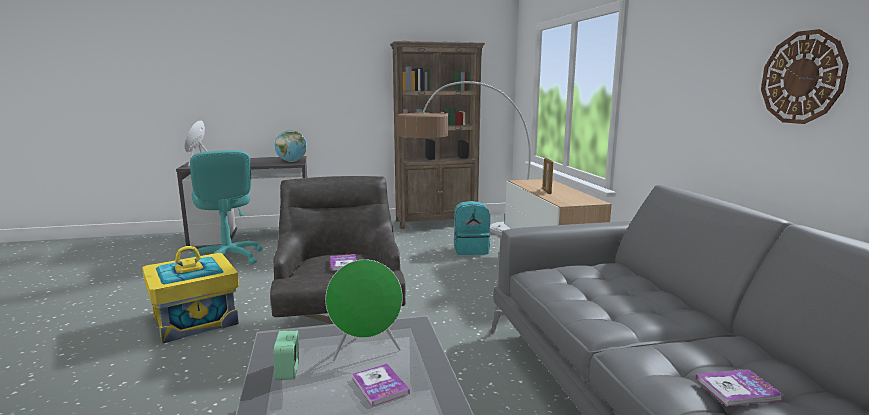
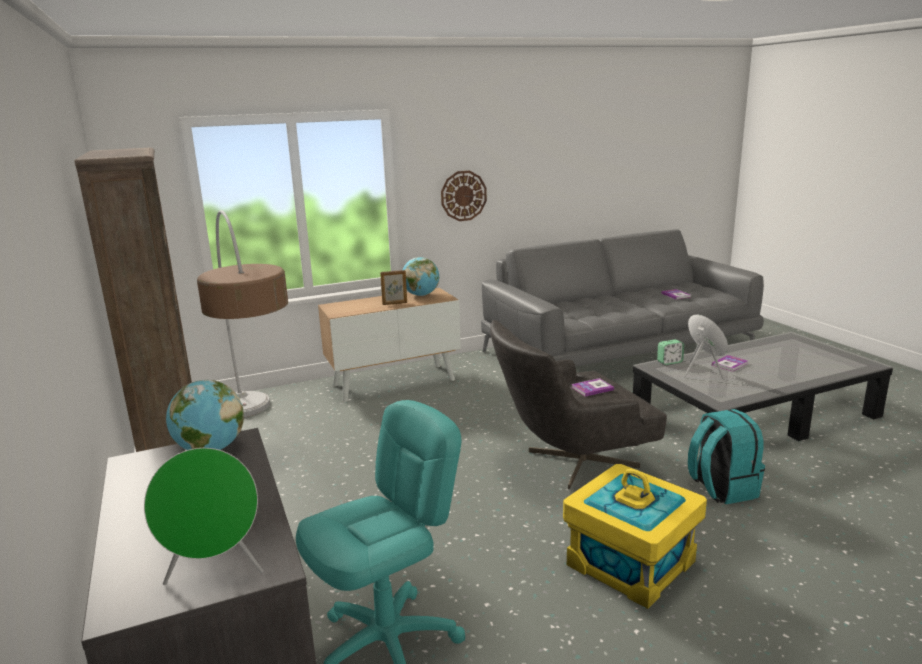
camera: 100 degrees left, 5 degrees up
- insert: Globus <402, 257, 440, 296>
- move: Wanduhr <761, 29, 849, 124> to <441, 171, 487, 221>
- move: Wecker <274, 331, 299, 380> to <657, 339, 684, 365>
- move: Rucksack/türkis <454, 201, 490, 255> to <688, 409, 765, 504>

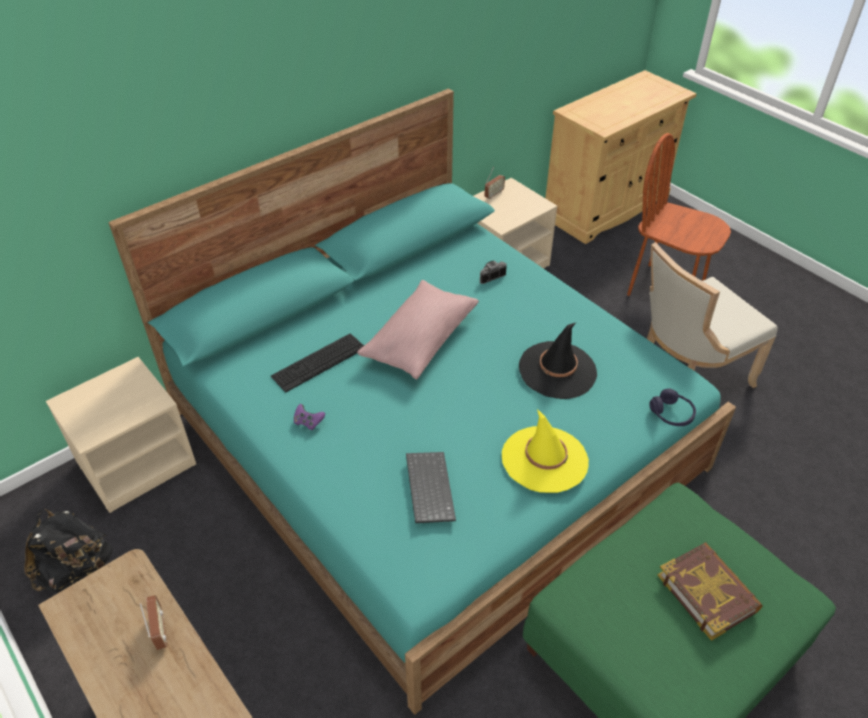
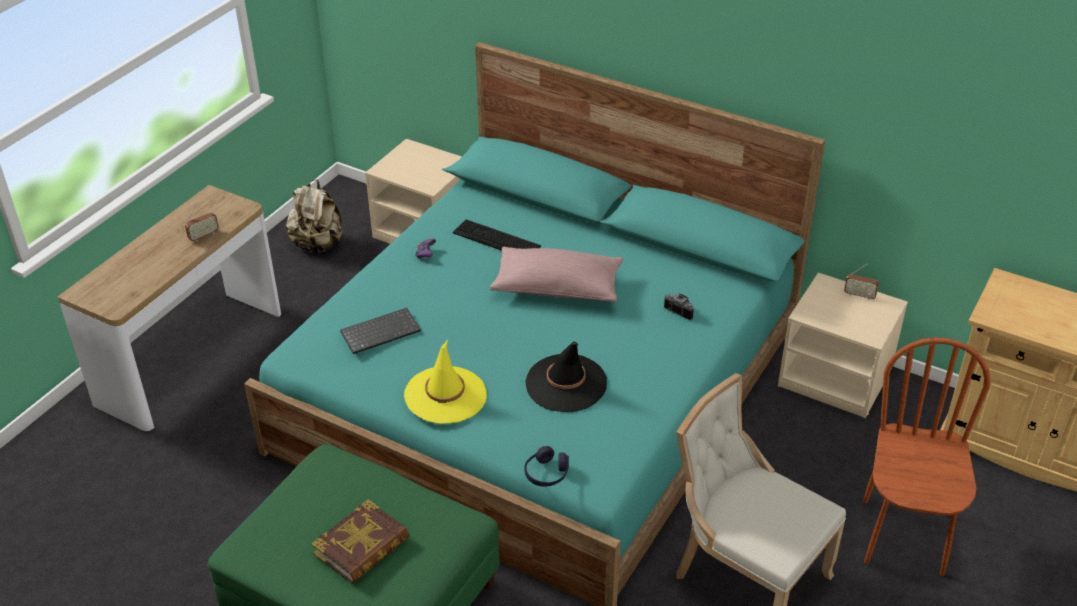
camera: 70 degrees right, 5 degrees down
- recolor: Rucksack/schwarz <24, 508, 113, 594> to Rucksack/beige <286, 179, 343, 255>

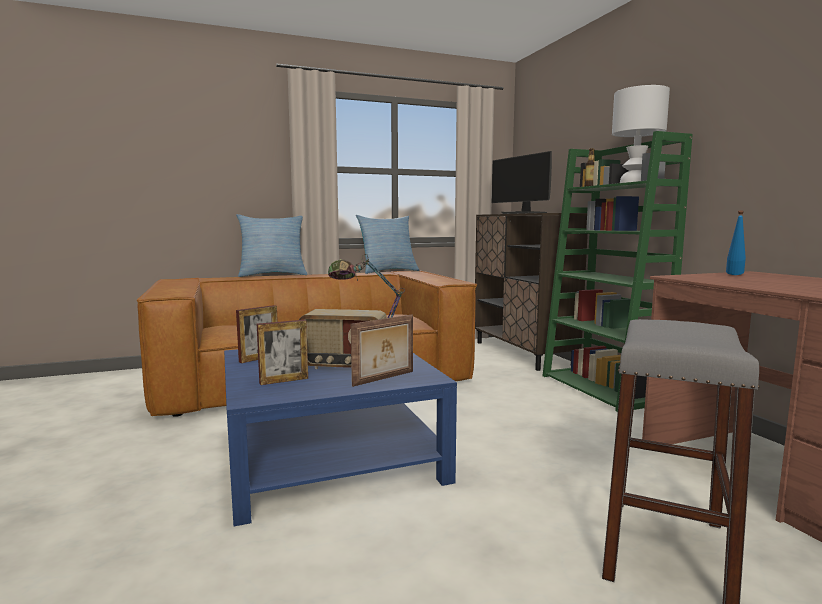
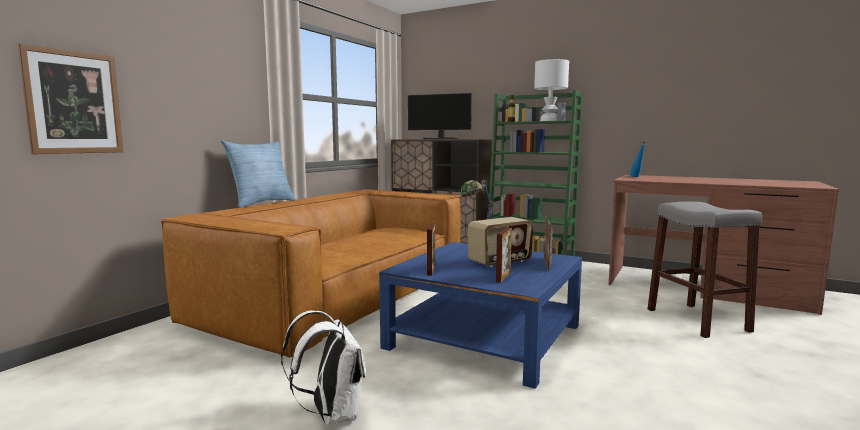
camera: 40 degrees left, 0 degrees up
- insert: Bild <17, 43, 124, 154>
- insert: Rucksack/weiß <281, 310, 366, 426>
- delete: Kissen <356, 215, 419, 274>

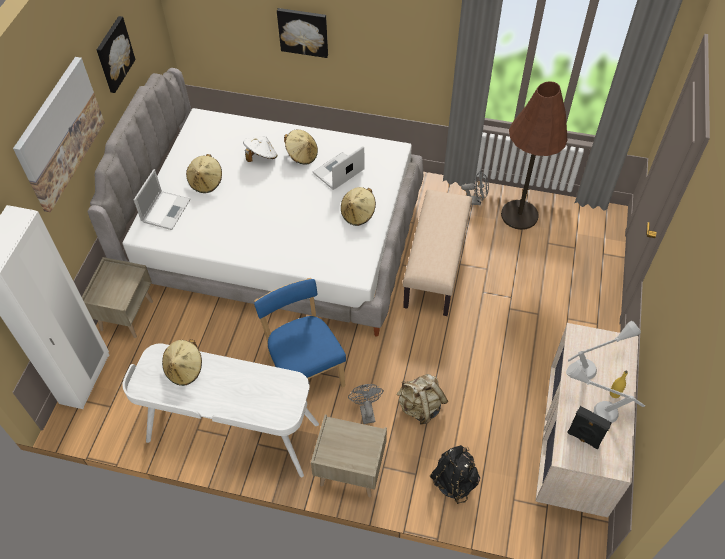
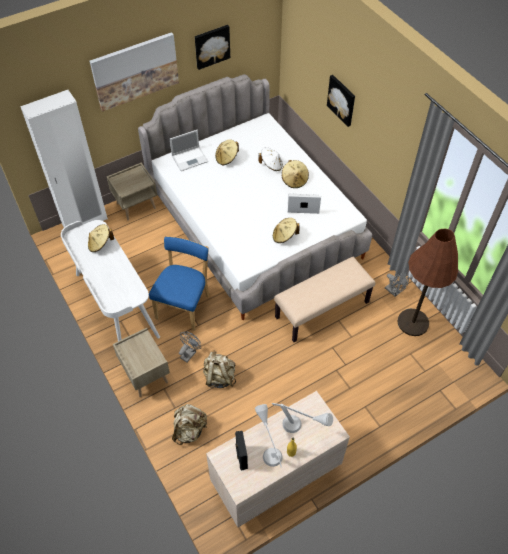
camera: 45 degrees right, 0 degrees up
- recolor: Rucksack/schwarz <430, 445, 480, 504> to Rucksack/beige <172, 404, 207, 445>

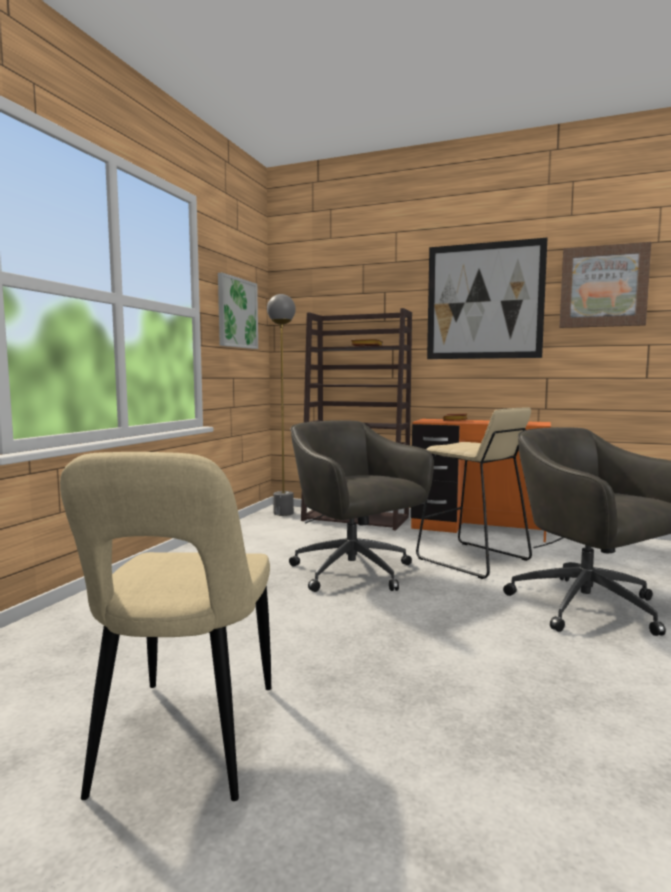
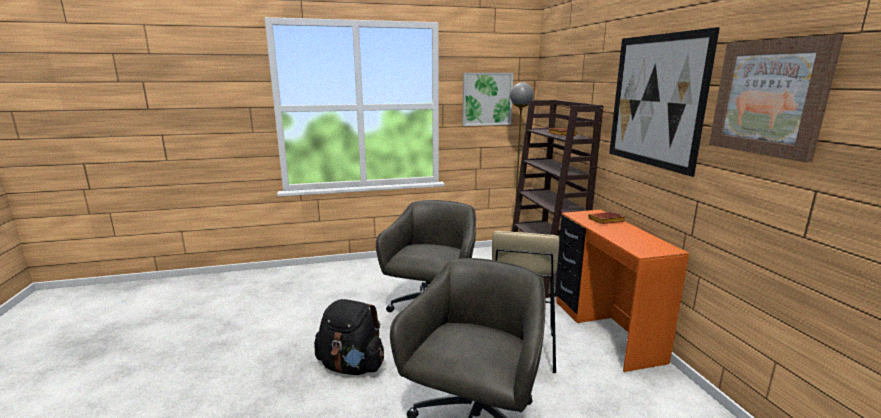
camera: 55 degrees right, 10 degrees up
- insert: Rucksack/schwarz <314, 299, 384, 375>
- delete: Stuhl/beige <60, 452, 271, 801>

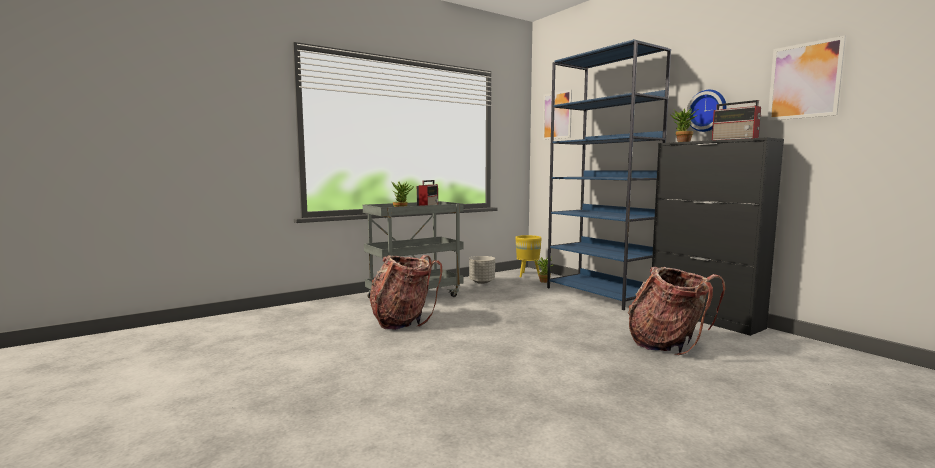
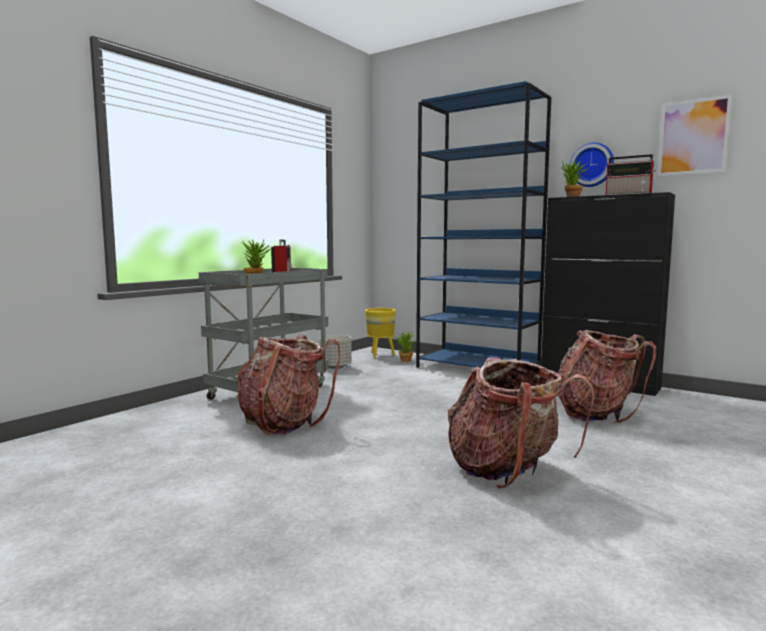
camera: 20 degrees left, 0 degrees up
- insert: Rucksack <448, 357, 594, 488>
- delete: Bild <543, 90, 572, 140>

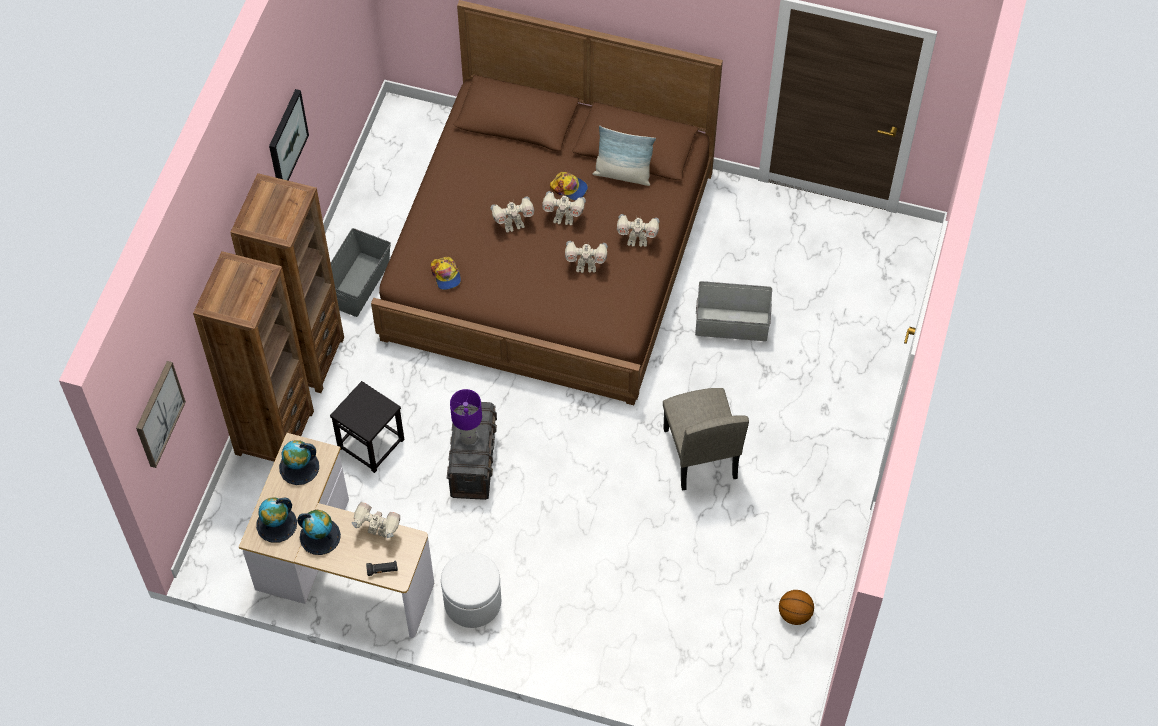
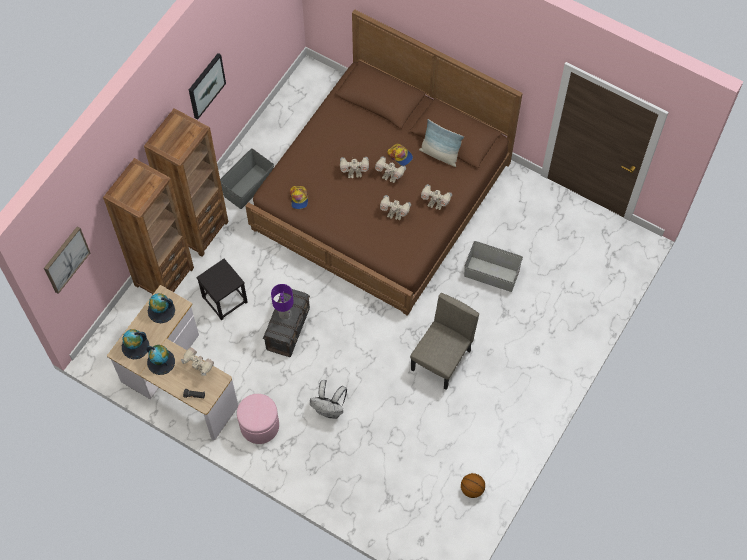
camera: 15 degrees right, 5 degrees up
- recolor: Polsterhocker/weiß <441, 552, 501, 628> to Polsterhocker/rosa <237, 394, 279, 444>
- insert: Rucksack/weiß <310, 380, 347, 419>
- rotate: Stuhl/beige <663, 388, 749, 491> = <410, 293, 479, 390> 150 degrees counterclockwise

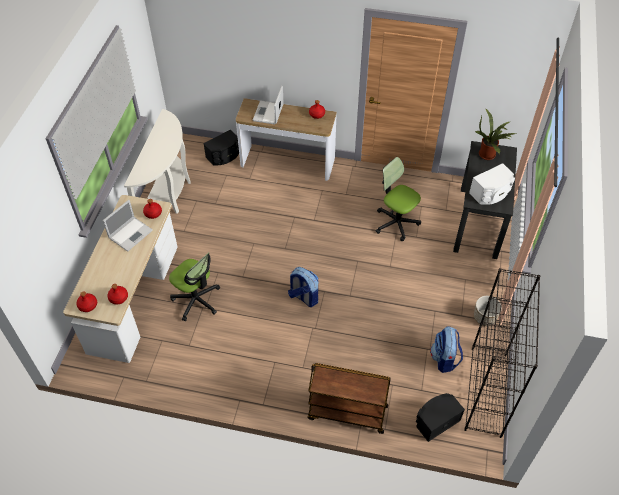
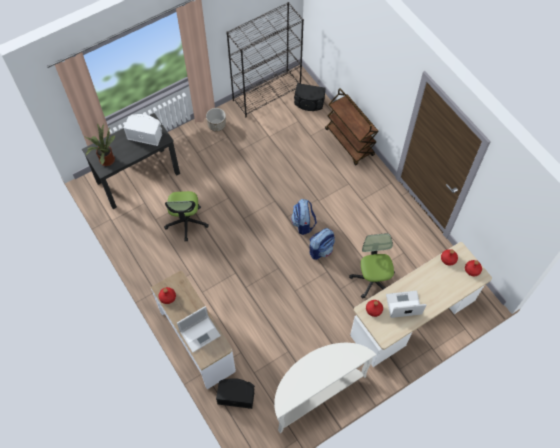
camera: 135 degrees left, 10 degrees up
- move: Rucksack <430, 326, 463, 373> to <309, 228, 335, 260>

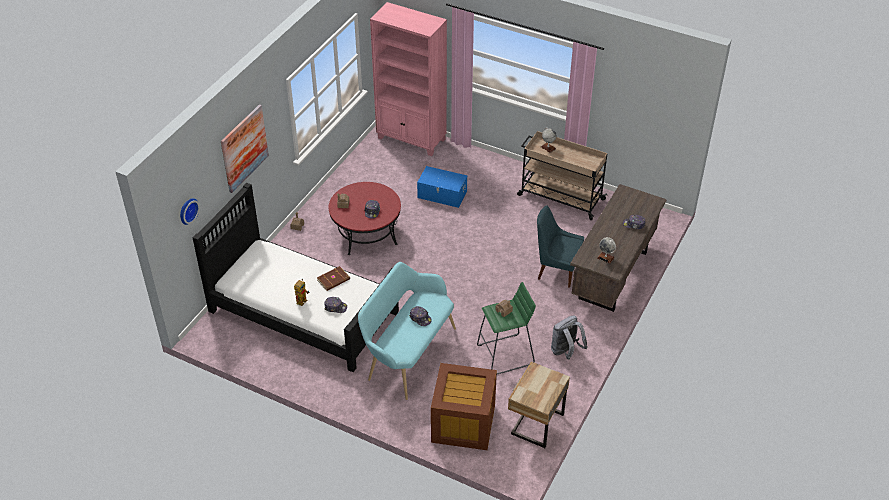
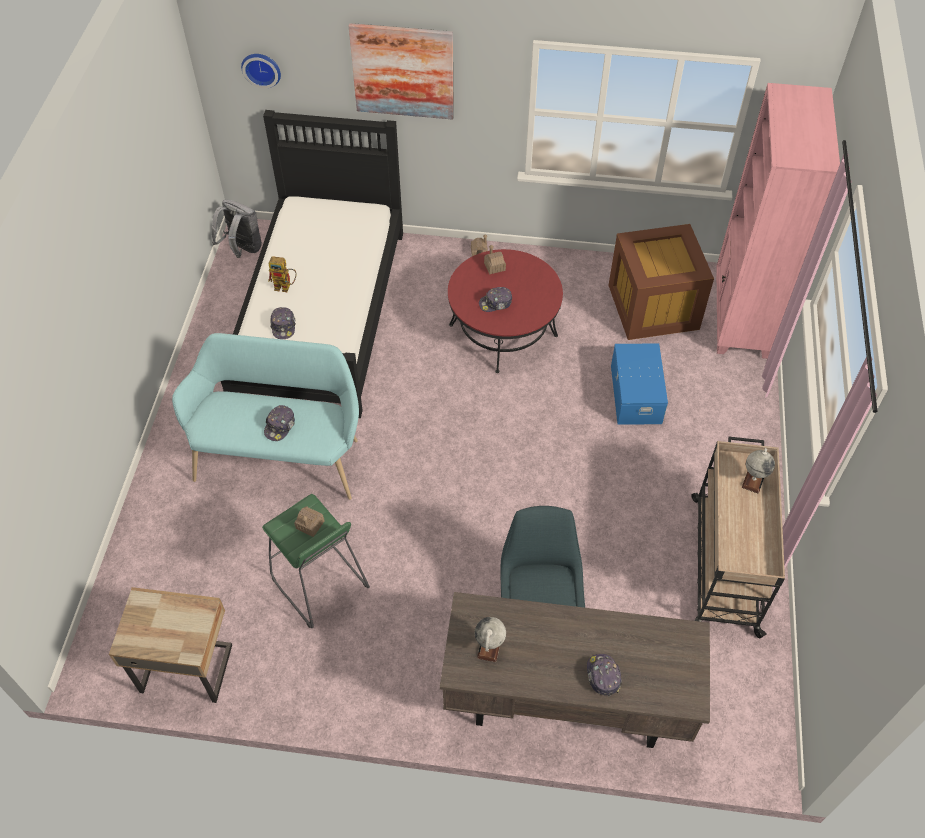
camera: 70 degrees right, 10 degrees up
- move: Rucksack/grau <551, 316, 588, 360> to <212, 200, 262, 258>
- move: Aufbewahrungsbox/braun <431, 363, 497, 450> to <608, 224, 714, 340>
- delete: Buch/braun <317, 266, 350, 291>

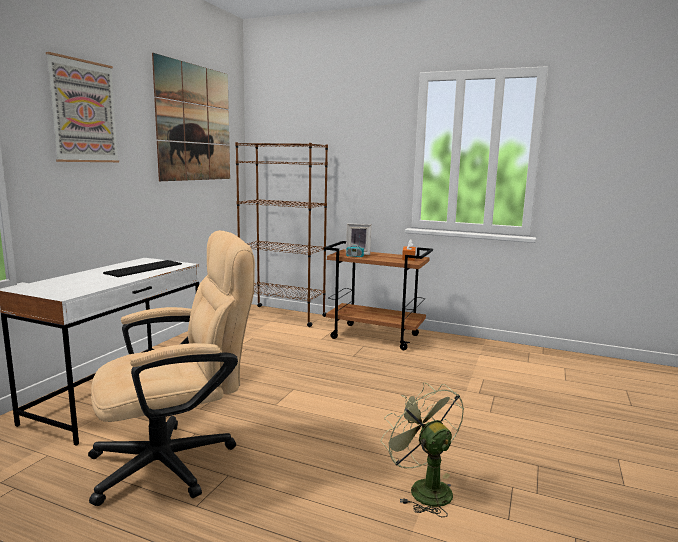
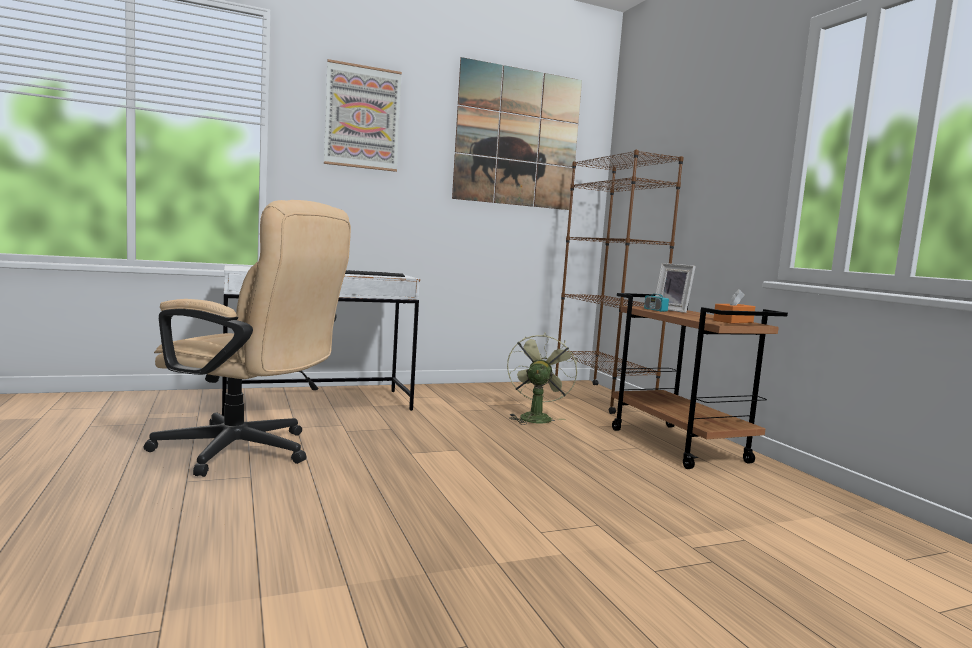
camera: 45 degrees right, 5 degrees down
- move: Ventilator/grün <381, 382, 464, 517> to <507, 334, 577, 425>

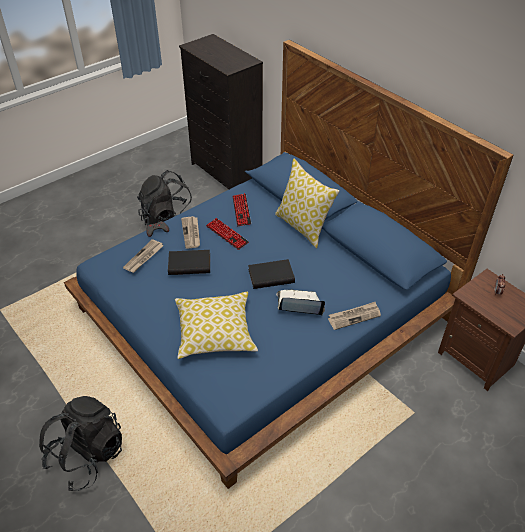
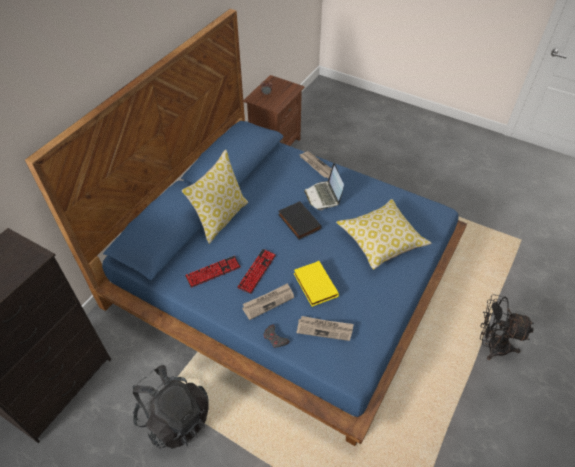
camera: 110 degrees left, 5 degrees up
- recolor: Buch/schwarz <168, 250, 210, 275> to Buch/gelb <294, 261, 339, 307>
- replace: Rucksack/schwarz <39, 396, 122, 491> to Ventilator/schwarz <480, 294, 534, 360>

